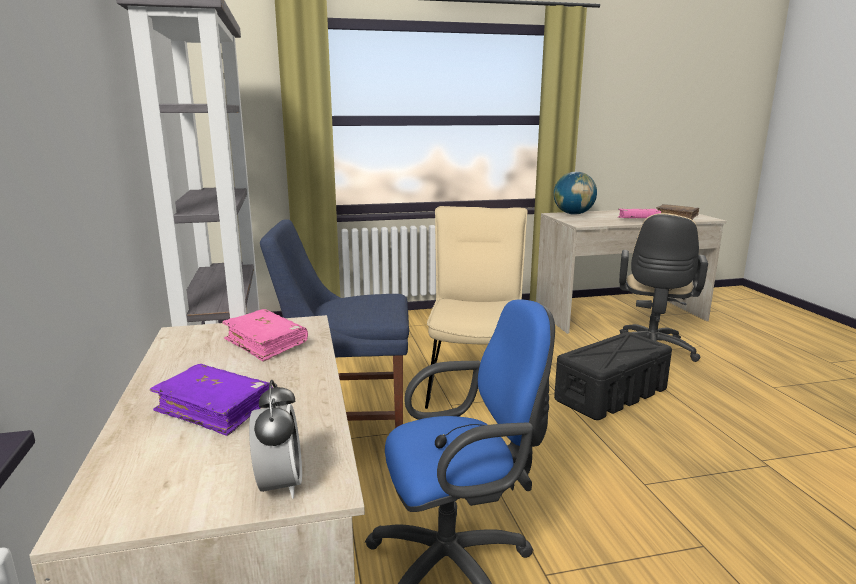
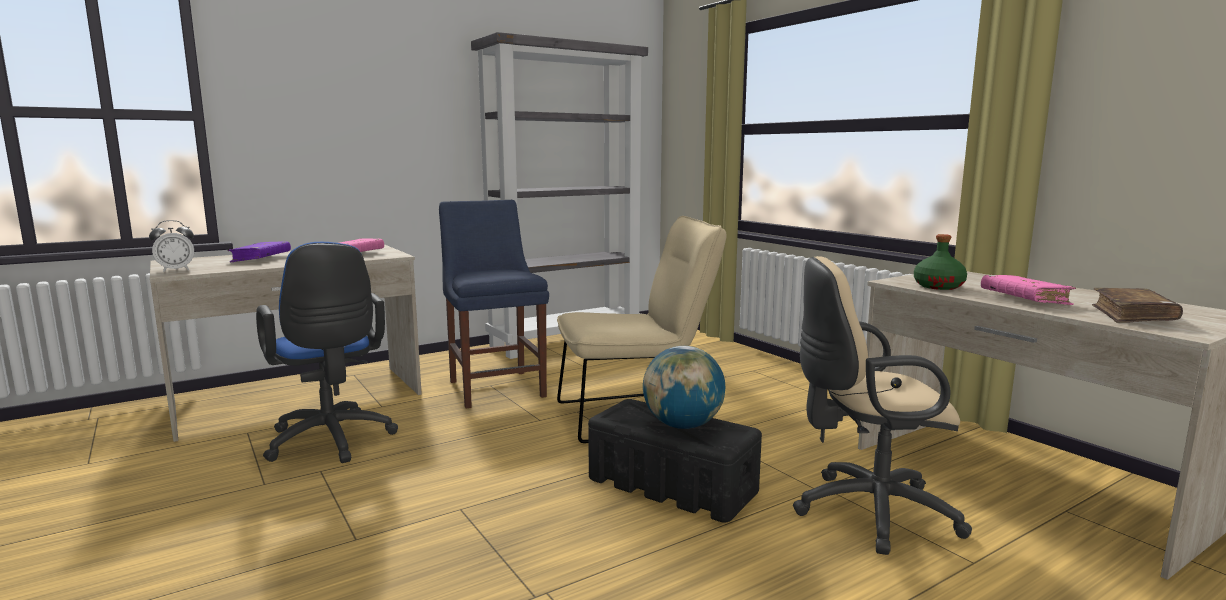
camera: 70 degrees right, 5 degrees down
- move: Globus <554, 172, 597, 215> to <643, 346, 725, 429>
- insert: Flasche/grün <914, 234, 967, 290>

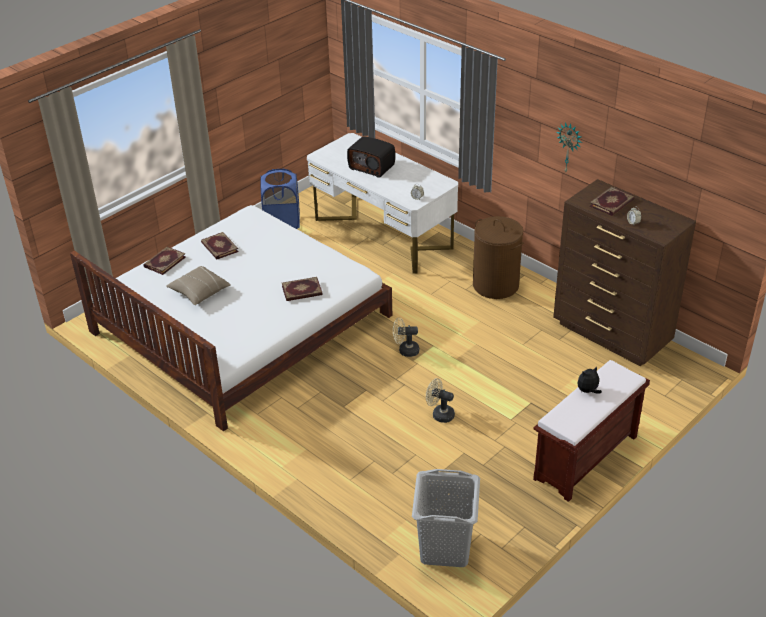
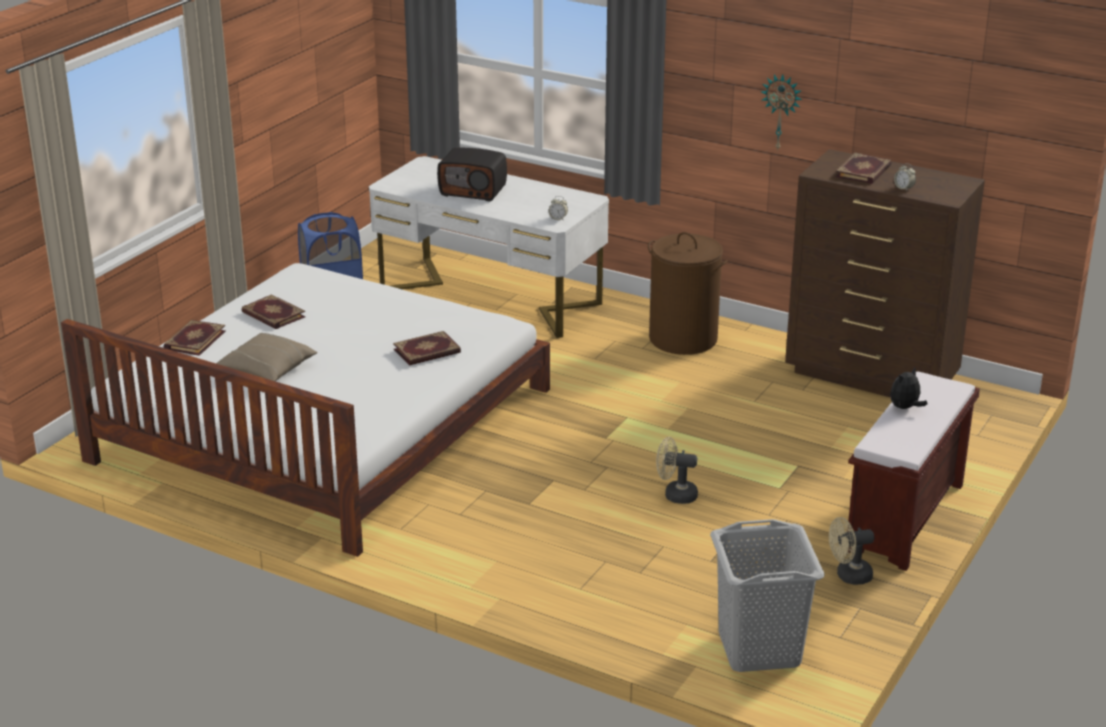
camera: 15 degrees left, 10 degrees down
- move: Ventilator/beige <393, 317, 419, 357> to <829, 517, 874, 585>

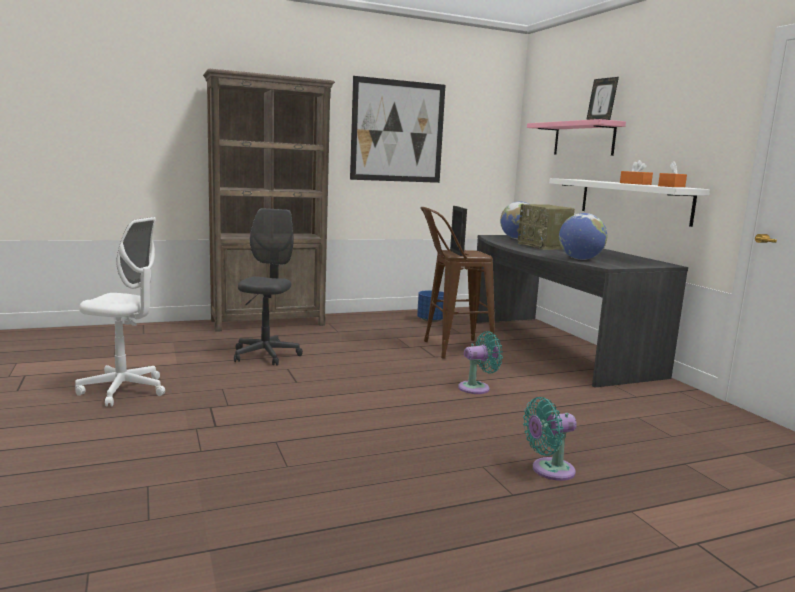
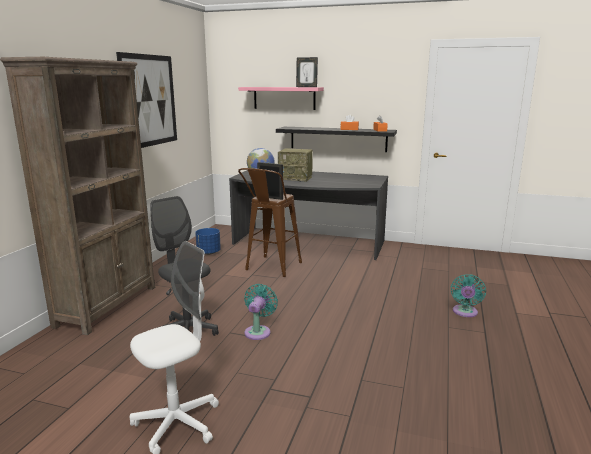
camera: 50 degrees left, 5 degrees up
- move: Ventilator/türkis <458, 331, 503, 394> to <244, 284, 278, 340>
- recolor: Wandregal/weiß <549, 178, 710, 227> to Wandregal/schwarz <276, 127, 397, 152>
- delete: Globus <559, 213, 607, 260>

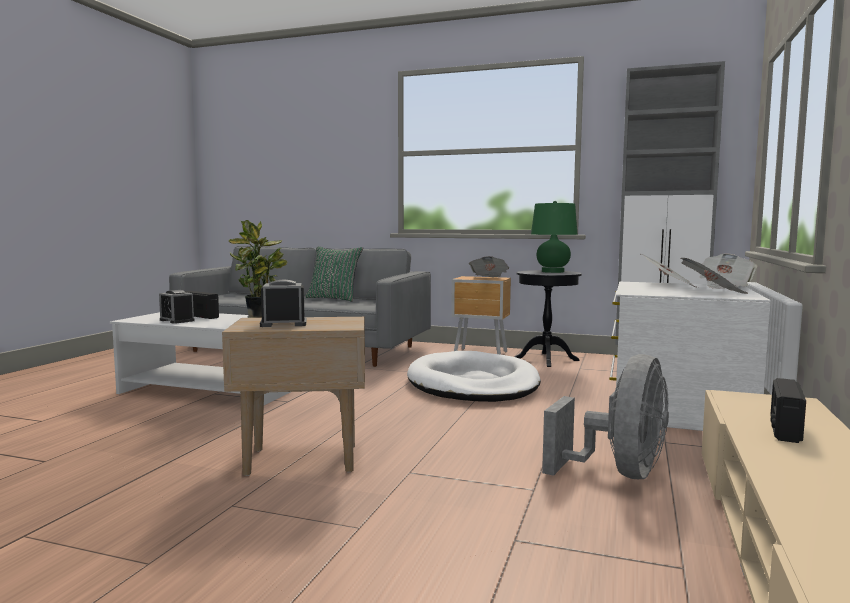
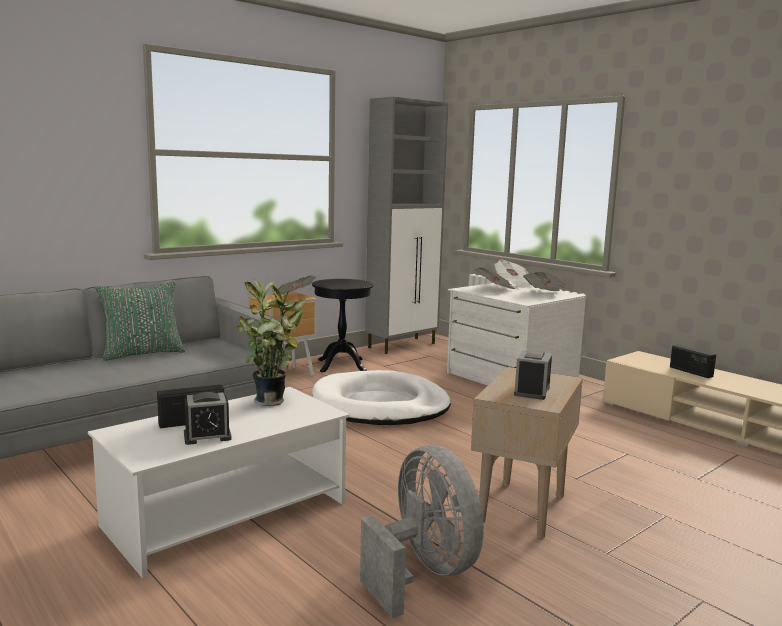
camera: 60 degrees left, 5 degrees up
- move: Ventilator/grau <542, 354, 669, 479> to <360, 445, 483, 618>
- delete: Tischlampe/grün <531, 201, 578, 273>

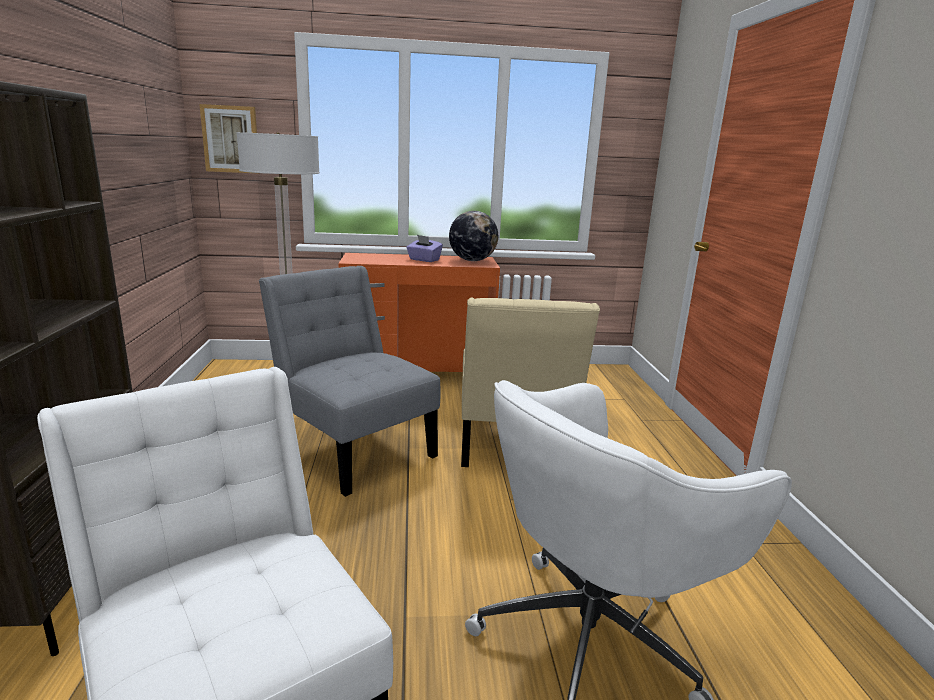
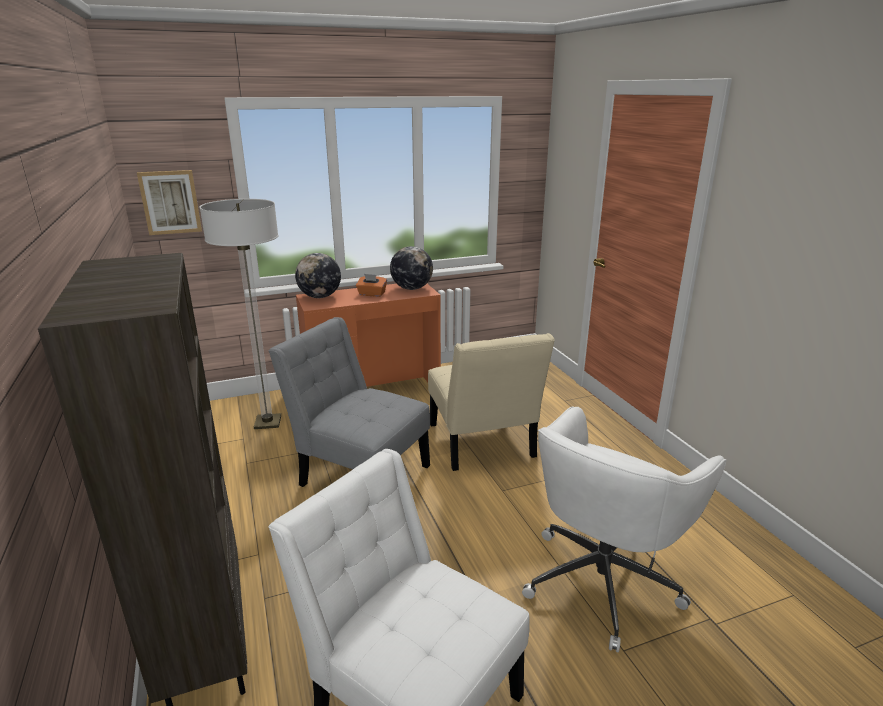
camera: 15 degrees left, 5 degrees up
- insert: Globus <295, 253, 341, 298>
- recolor: Taschentuchbox/lila <407, 235, 443, 262> to Taschentuchbox/orange <356, 274, 387, 297>

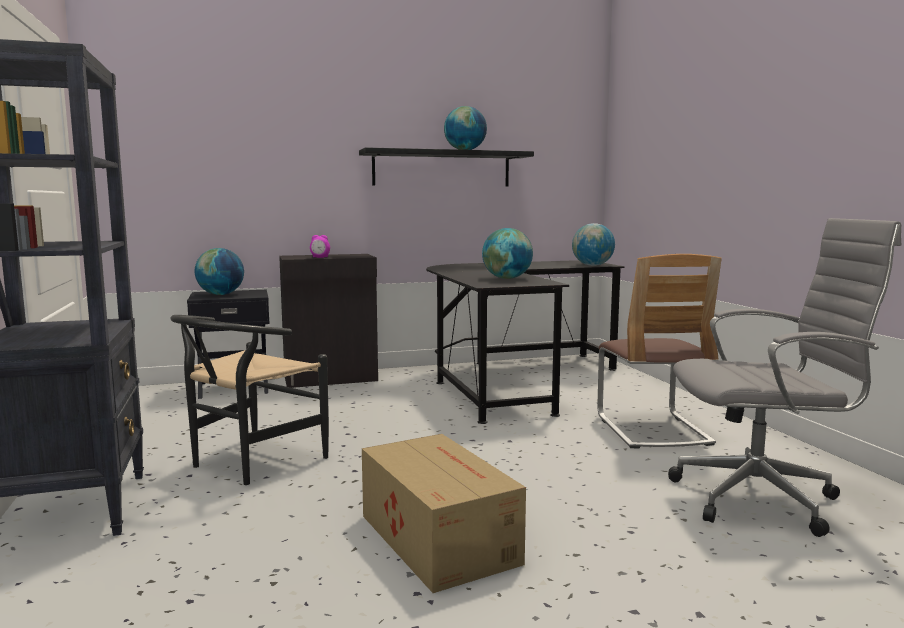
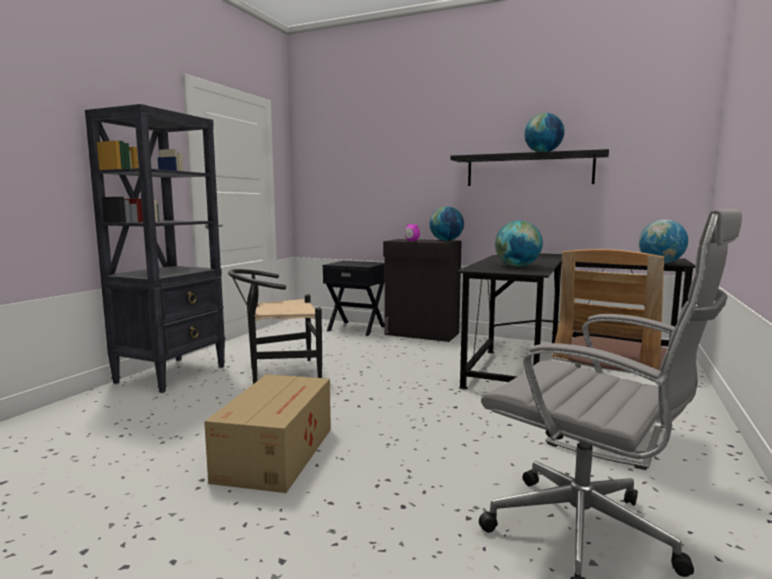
camera: 40 degrees right, 0 degrees up
- move: Globus <195, 248, 244, 295> to <430, 206, 464, 241>

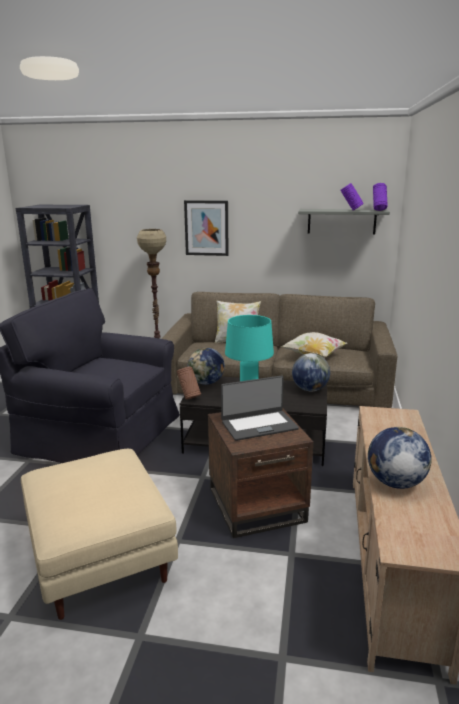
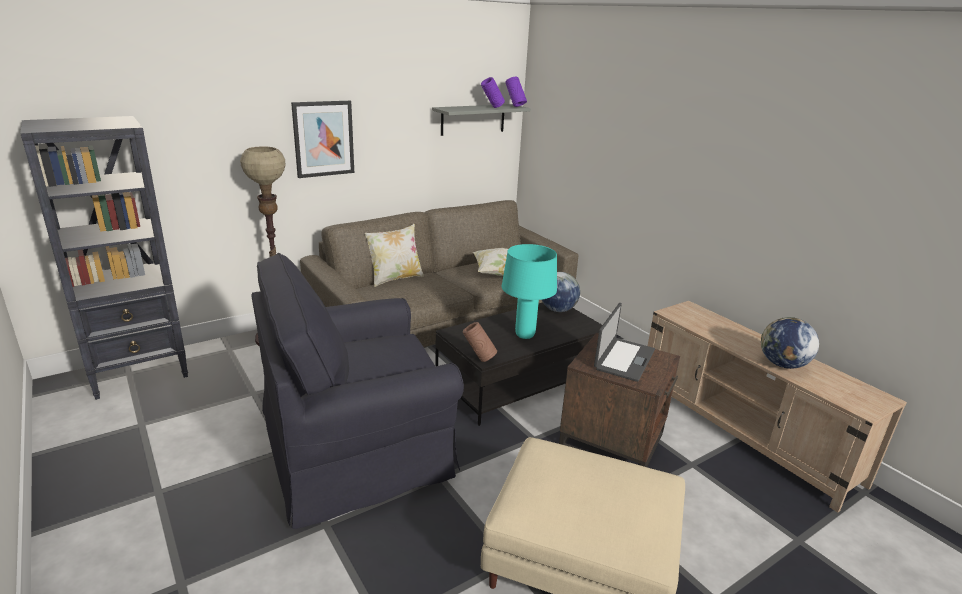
camera: 45 degrees left, 5 degrees up
- delete: Globus <187, 348, 225, 385>

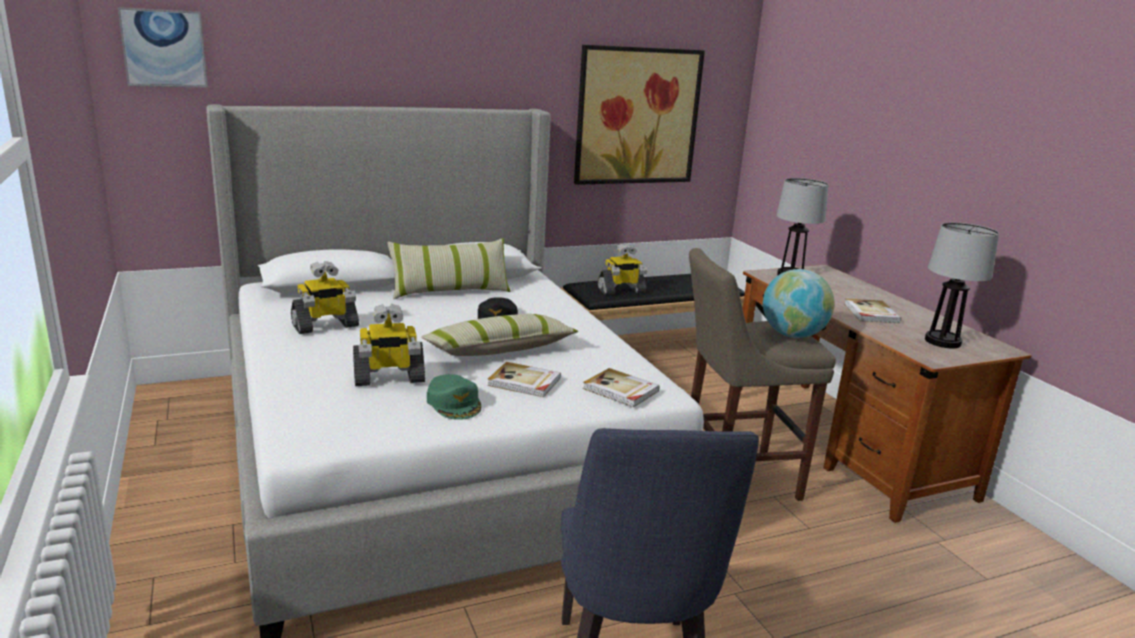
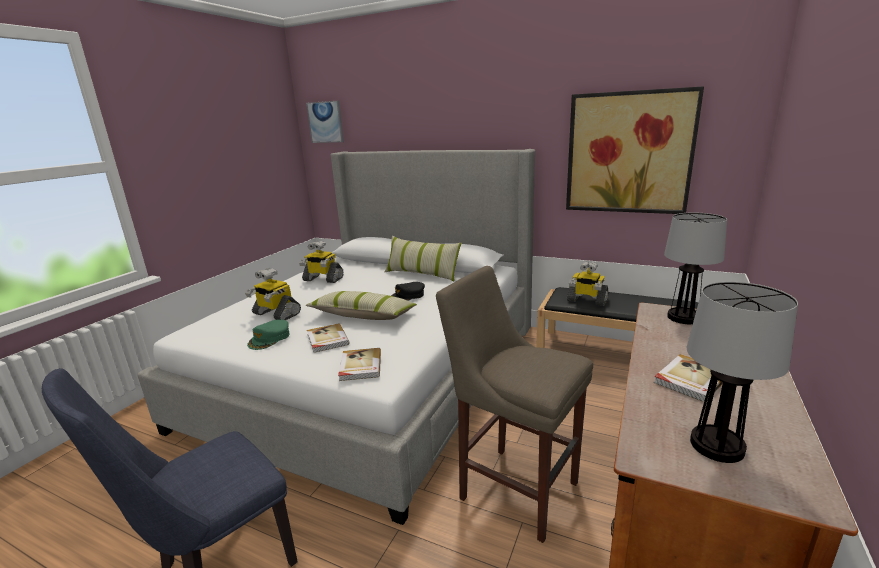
camera: 50 degrees right, 0 degrees up
- delete: Globus <763, 269, 834, 338>

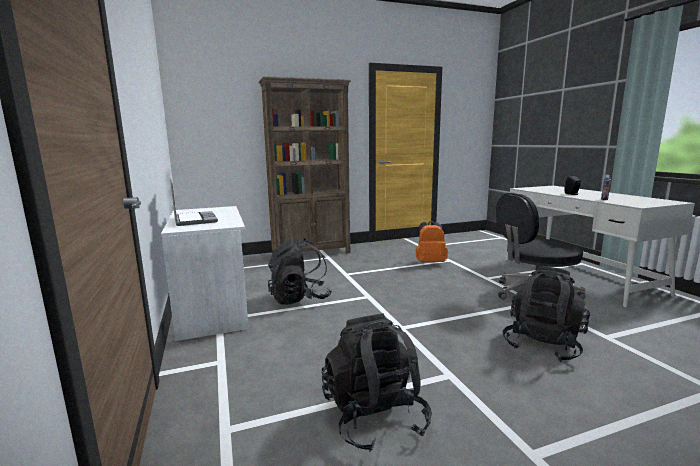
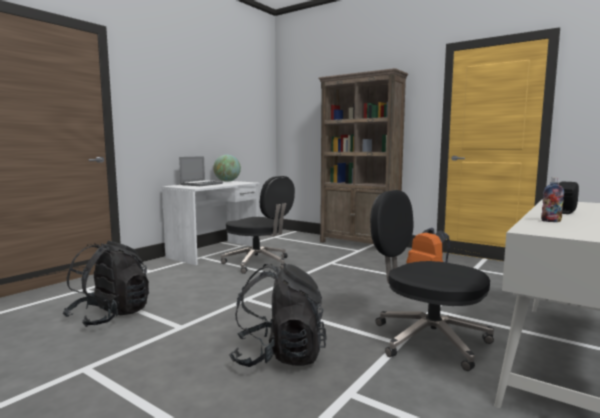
camera: 55 degrees right, 5 degrees down
- insert: Globus <213, 155, 241, 182>
- replace: Rucksack/schwarz <268, 238, 332, 305> to Bürostuhl/schwarz <221, 176, 295, 274>

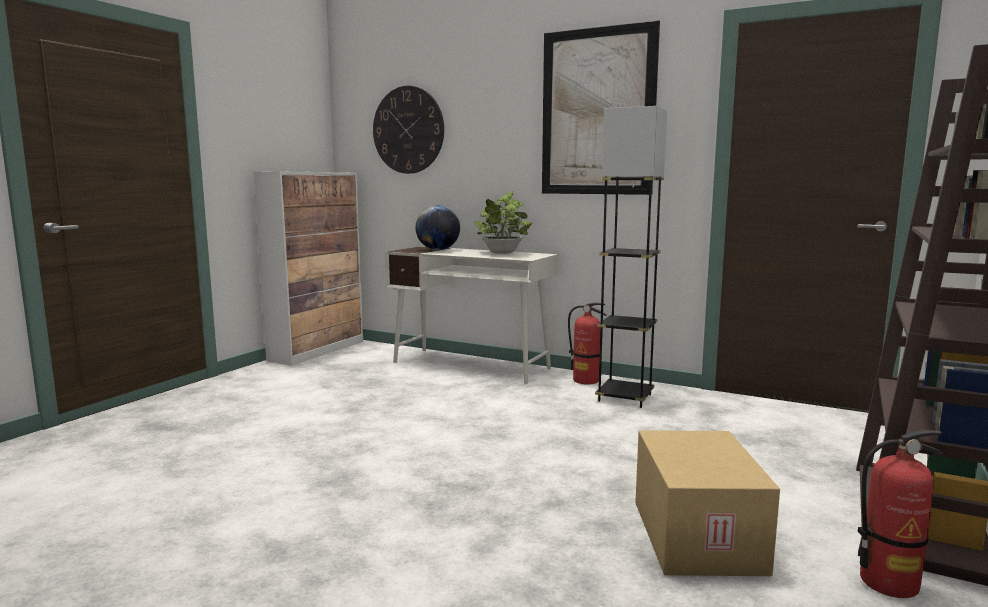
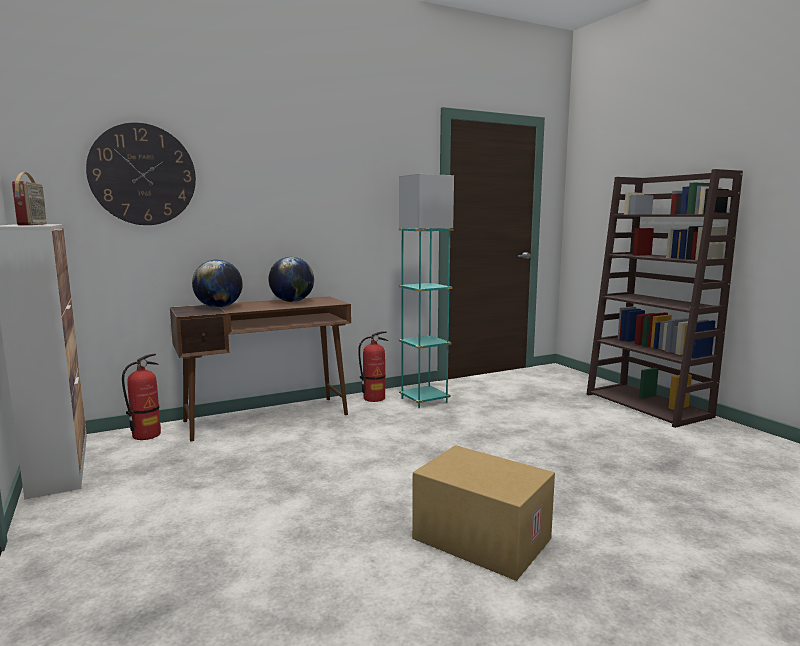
camera: 55 degrees left, 0 degrees up
- insert: Radio <12, 172, 47, 225>
- move: Feuerlöscher <858, 430, 944, 598> to <122, 354, 161, 440>
- recolor: Schreibtisch/weiß <385, 246, 558, 384> to Schreibtisch/braun <170, 296, 351, 441>
- replace: Topfpflanze <475, 191, 532, 254> to Globus <269, 257, 314, 302>
- recolor: Stehlampe/grau <595, 106, 667, 408> to Stehlampe/türkis <399, 174, 454, 408>
- move: Karton <635, 430, 780, 576> to <412, 445, 555, 581>
- delete: Bild <542, 20, 660, 195>

